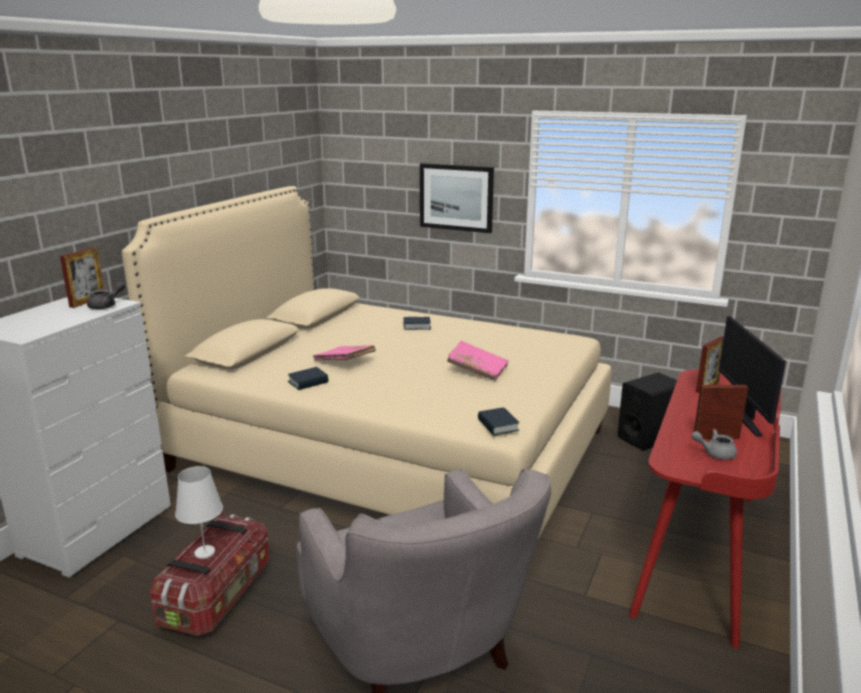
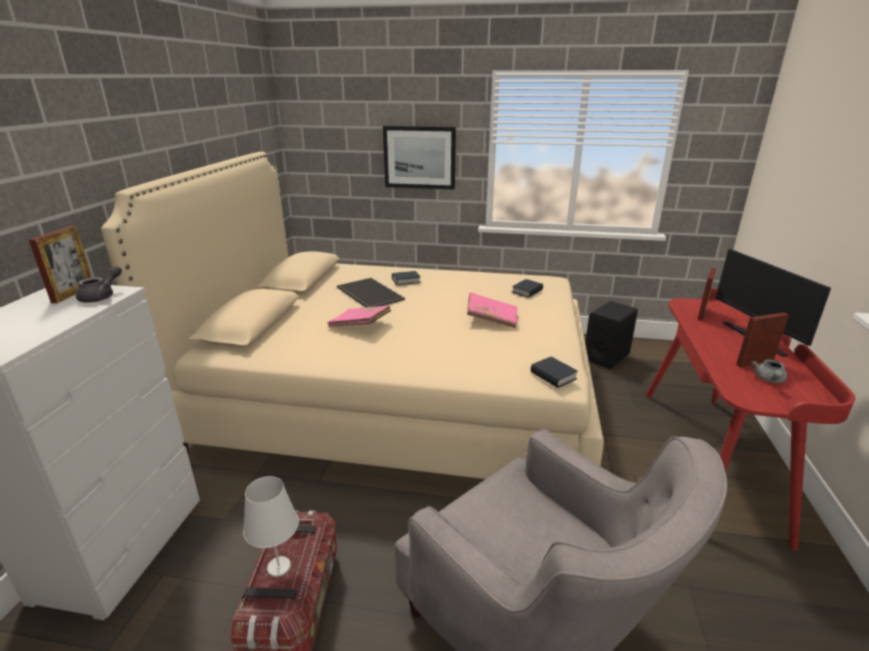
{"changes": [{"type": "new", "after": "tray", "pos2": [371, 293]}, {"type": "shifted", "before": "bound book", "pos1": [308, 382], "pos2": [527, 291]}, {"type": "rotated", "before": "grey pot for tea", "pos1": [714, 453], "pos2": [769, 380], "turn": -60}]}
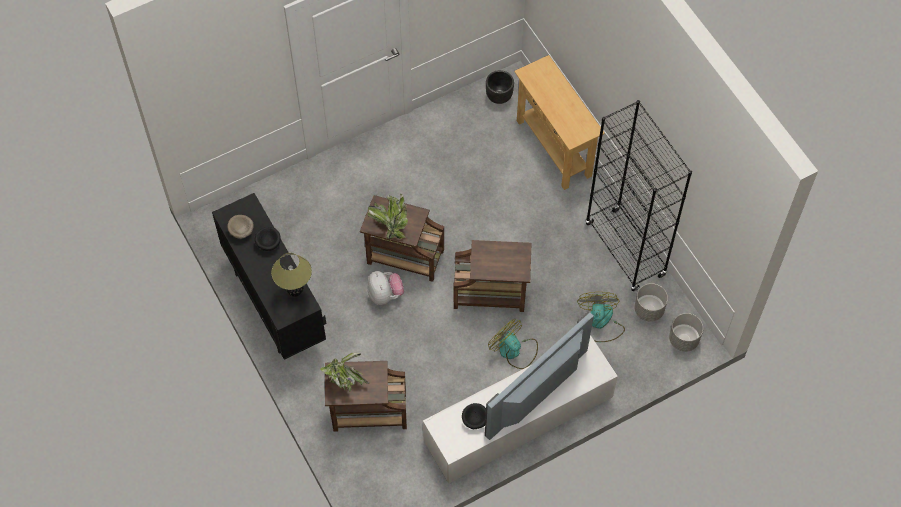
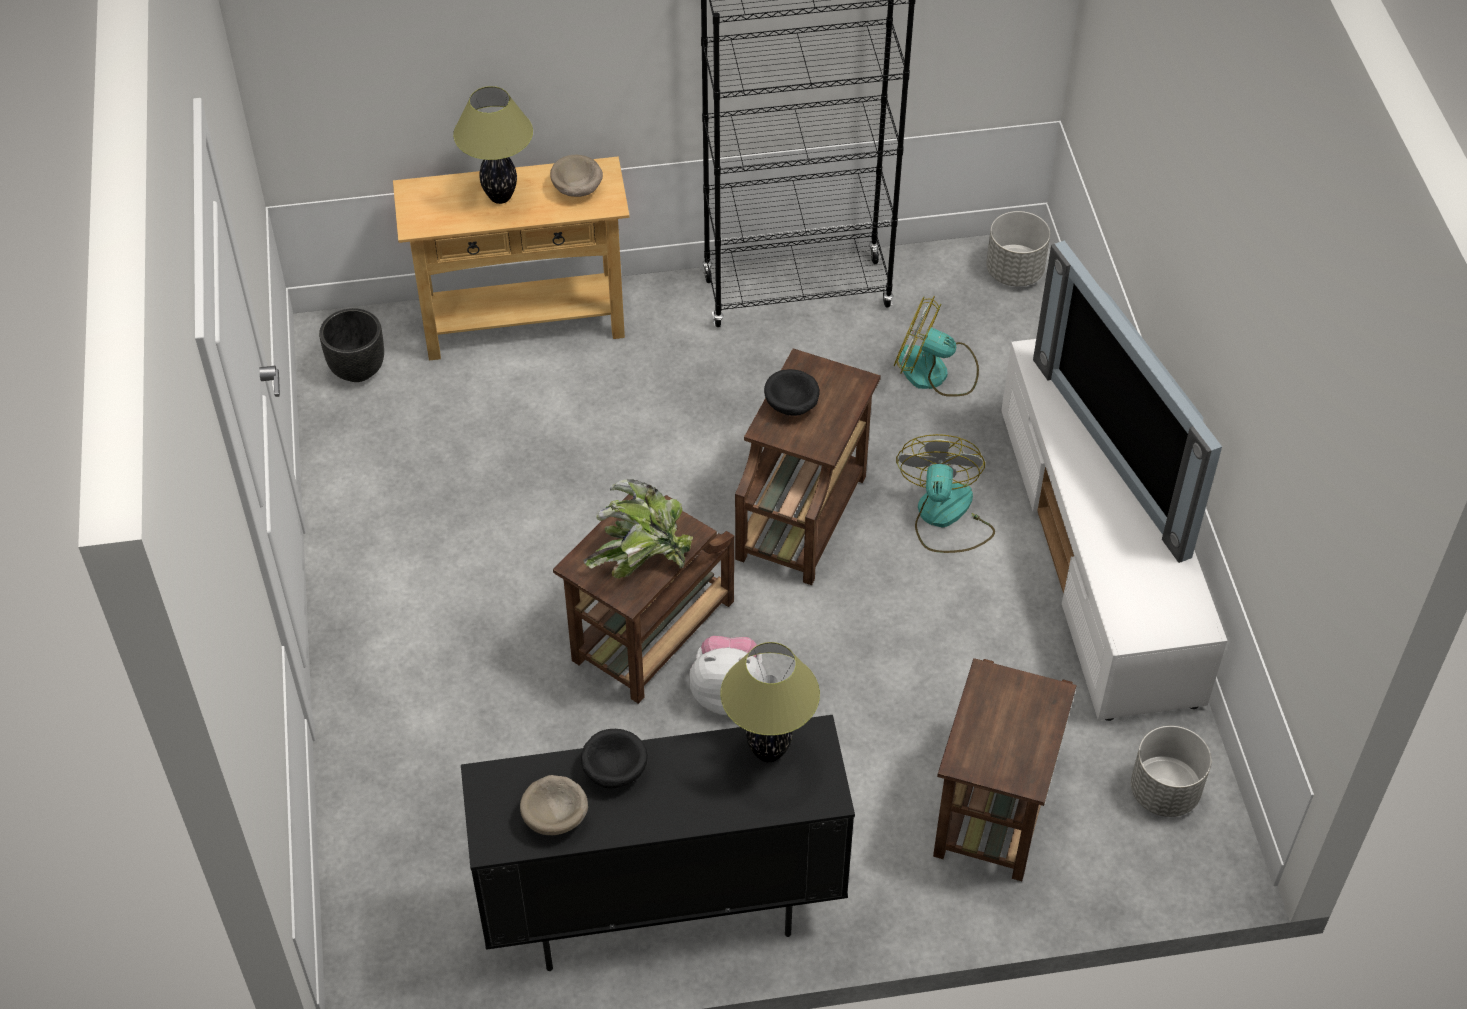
{"changes": [{"type": "gone", "before": "potted plant", "pos1": [344, 379]}, {"type": "new", "after": "table lamp", "pos2": [500, 196]}, {"type": "new", "after": "sand-coloured bowl", "pos2": [577, 190]}, {"type": "shifted", "before": "blackish bowl", "pos1": [474, 420], "pos2": [791, 406]}, {"type": "shifted", "before": "grey flower pot", "pos1": [648, 310], "pos2": [1164, 792]}, {"type": "rotated", "before": "fan", "pos1": [514, 351], "pos2": [944, 517], "turn": 120}]}
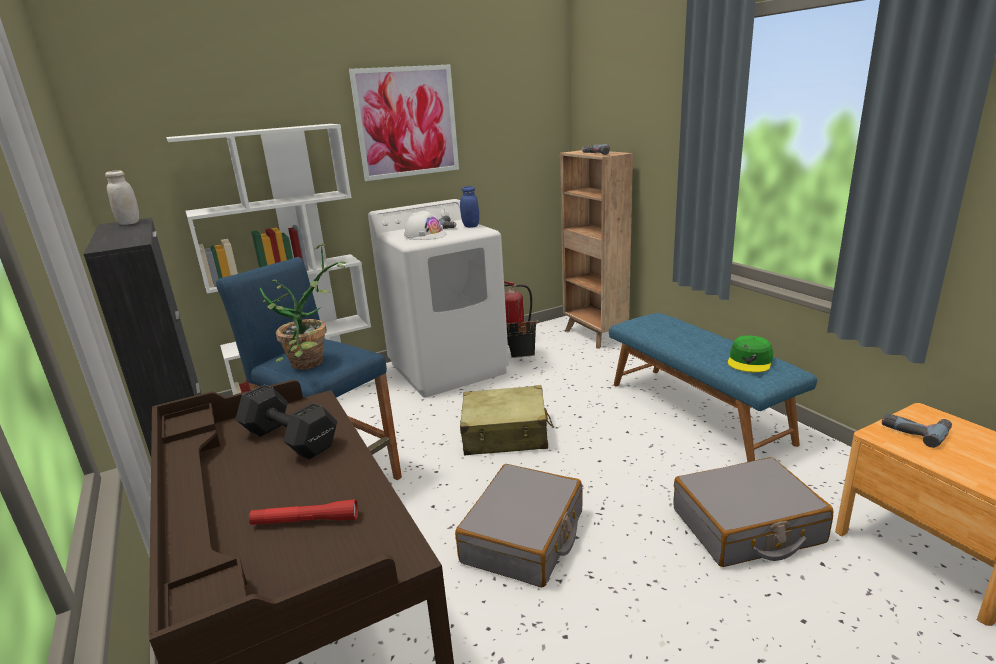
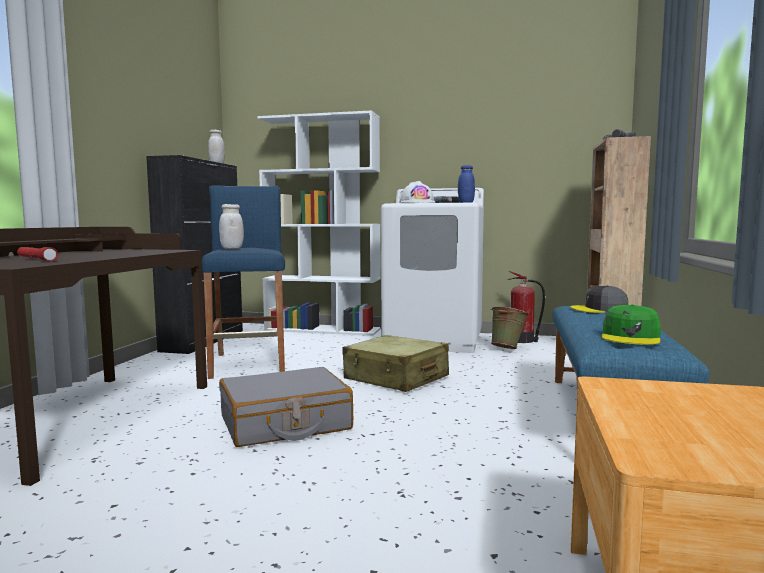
{"changes": [{"type": "gone", "before": "blackish free weight", "pos1": [289, 438]}, {"type": "gone", "before": "wall picture", "pos1": [407, 122]}, {"type": "gone", "before": "grey piece of luggage", "pos1": [747, 526]}, {"type": "gone", "before": "power drill", "pos1": [915, 430]}, {"type": "new", "after": "grey cap", "pos2": [599, 309]}, {"type": "swapped", "before": "potted plant", "after": "whitish preserve jar", "pos1": [314, 364], "pos2": [232, 248]}, {"type": "repainted", "before": "blackish water bucket", "after": "greenish water bucket", "pos1": [522, 356], "pos2": [508, 348]}, {"type": "rotated", "before": "greenish cap", "pos1": [750, 361], "pos2": [631, 337], "turn": -45}]}
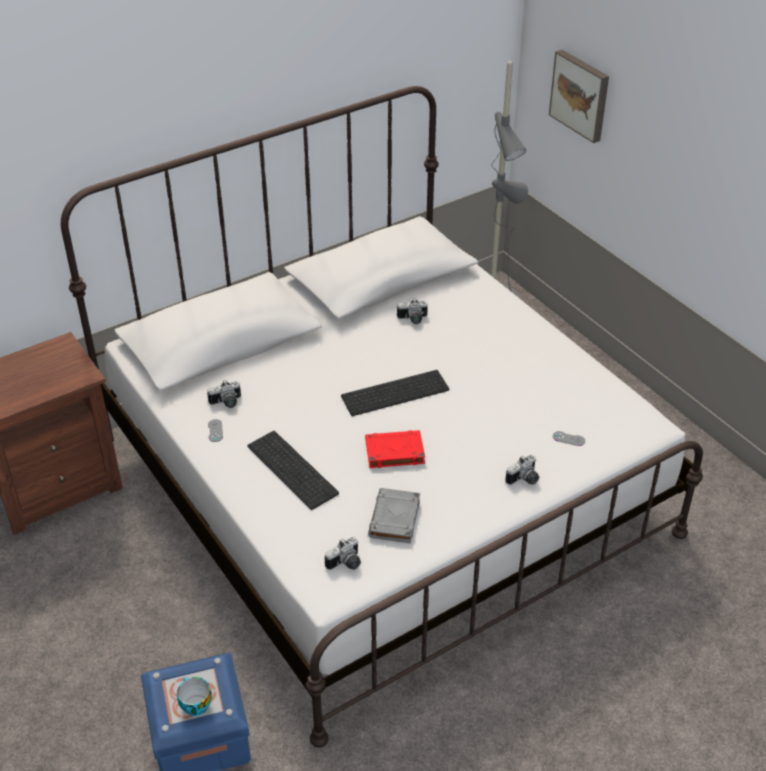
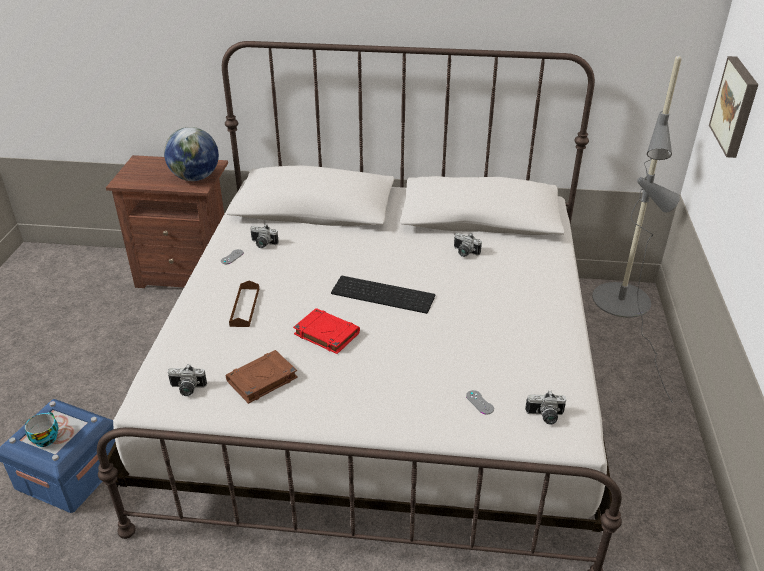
{"changes": [{"type": "new", "after": "globe", "pos2": [195, 178]}, {"type": "shifted", "before": "still camera", "pos1": [524, 480], "pos2": [545, 417]}, {"type": "swapped", "before": "keyboard", "after": "brownish tray", "pos1": [294, 469], "pos2": [245, 307]}, {"type": "repainted", "before": "grey bound book", "after": "brownish bound book", "pos1": [395, 519], "pos2": [261, 380]}]}
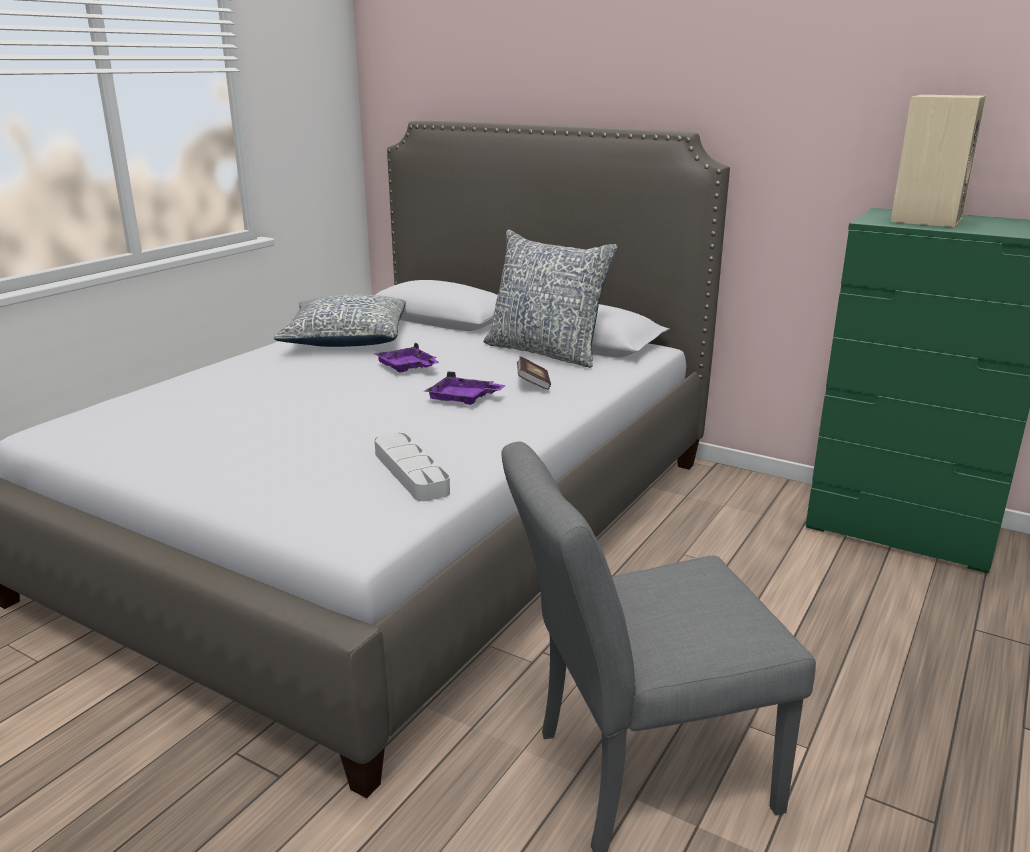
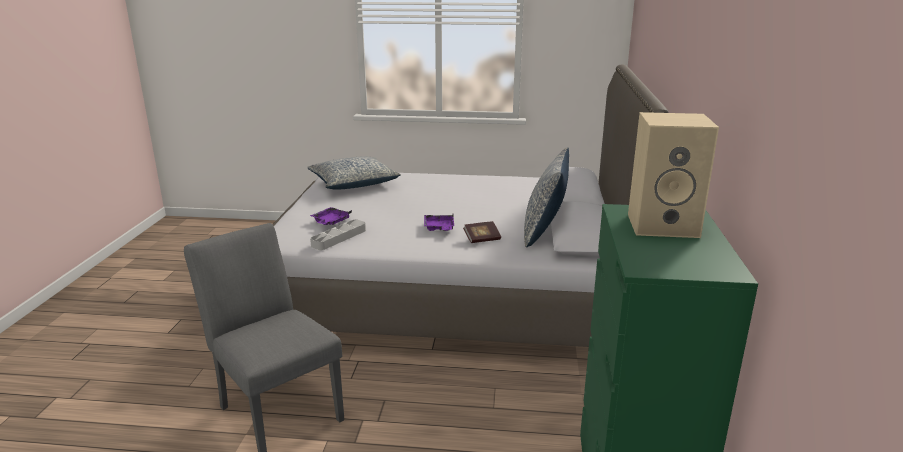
{"changes": [{"type": "shifted", "before": "pillow", "pos1": [346, 339], "pos2": [354, 183]}, {"type": "shifted", "before": "purple-coloured tray", "pos1": [407, 368], "pos2": [330, 222]}]}
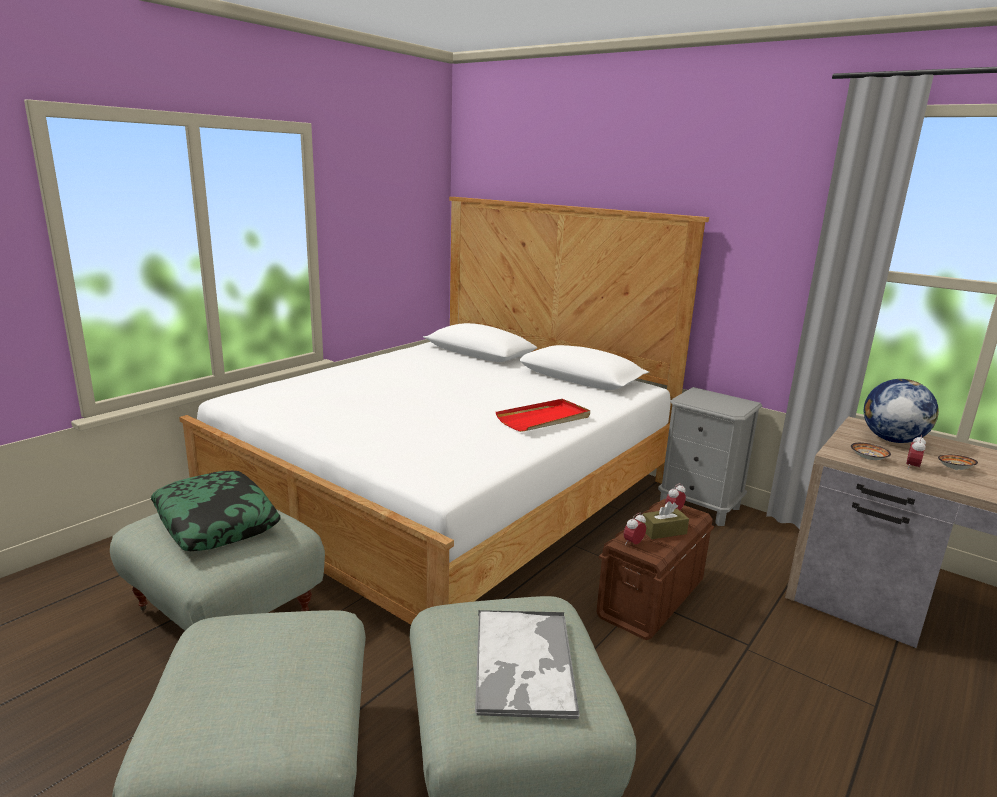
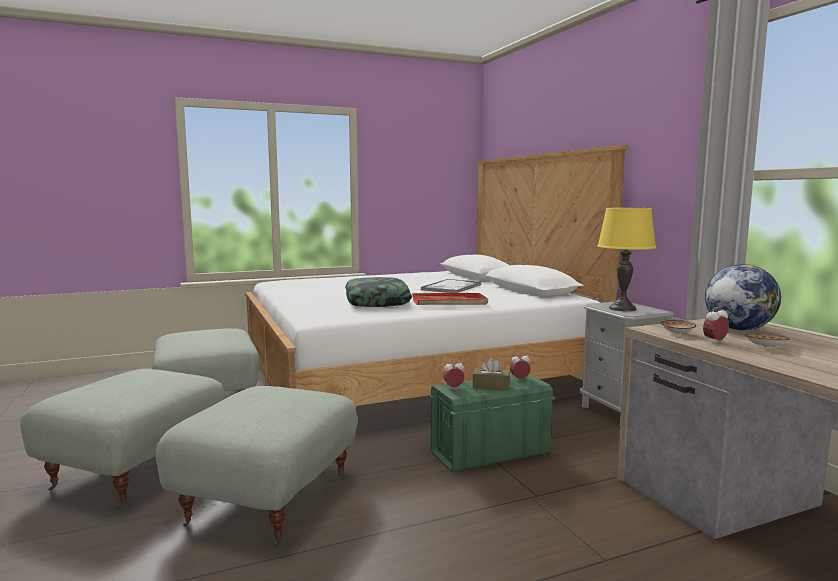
{"changes": [{"type": "new", "after": "yellow table lamp", "pos2": [622, 308]}, {"type": "shifted", "before": "pillow", "pos1": [216, 522], "pos2": [377, 302]}, {"type": "shifted", "before": "tray", "pos1": [524, 663], "pos2": [451, 287]}, {"type": "repainted", "before": "brownish storage container", "after": "greenish storage container", "pos1": [650, 599], "pos2": [489, 453]}]}
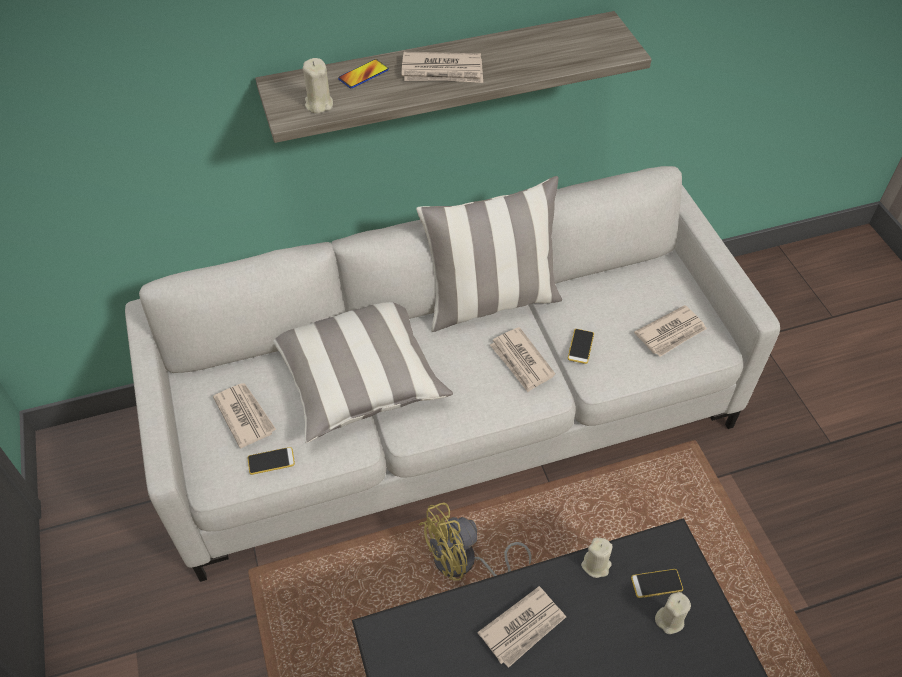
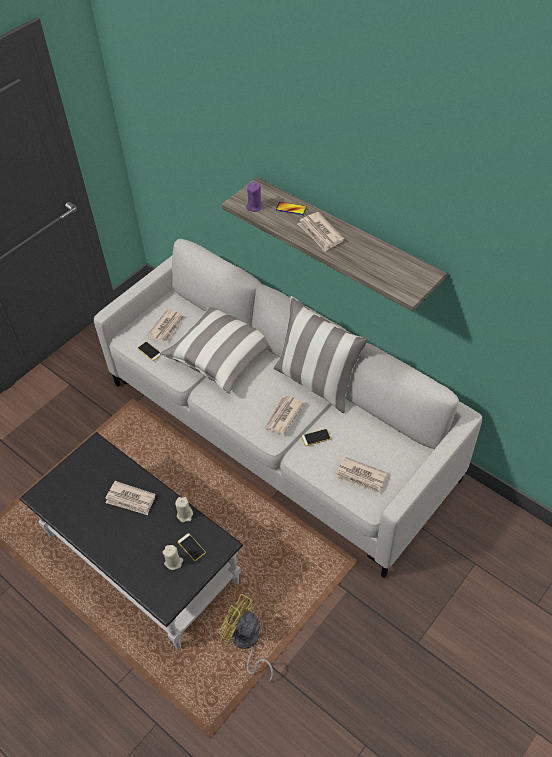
{"changes": [{"type": "shifted", "before": "yellow fan", "pos1": [464, 563], "pos2": [246, 642]}, {"type": "repainted", "before": "sand-coloured candle", "after": "purple-coloured candle", "pos1": [318, 104], "pos2": [254, 206]}]}
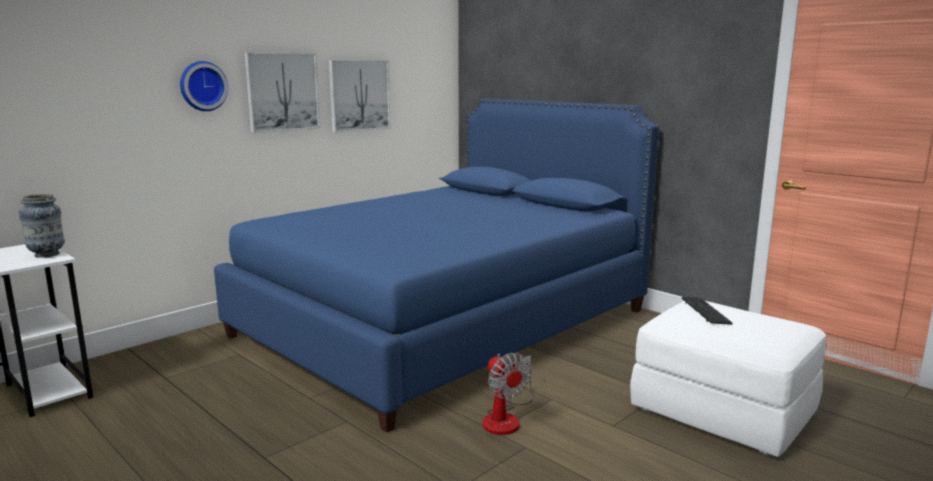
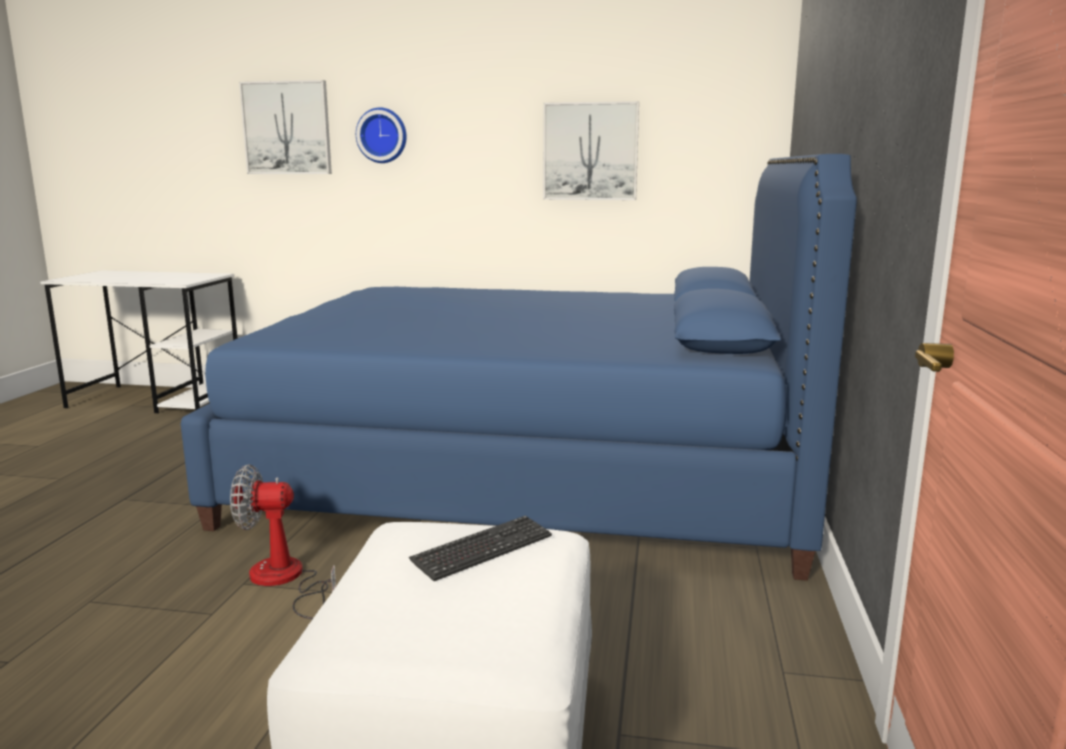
{"changes": [{"type": "gone", "before": "vase", "pos1": [47, 254]}, {"type": "shifted", "before": "wall picture", "pos1": [282, 92], "pos2": [287, 128]}, {"type": "rotated", "before": "fan", "pos1": [506, 418], "pos2": [284, 580], "turn": 60}]}
